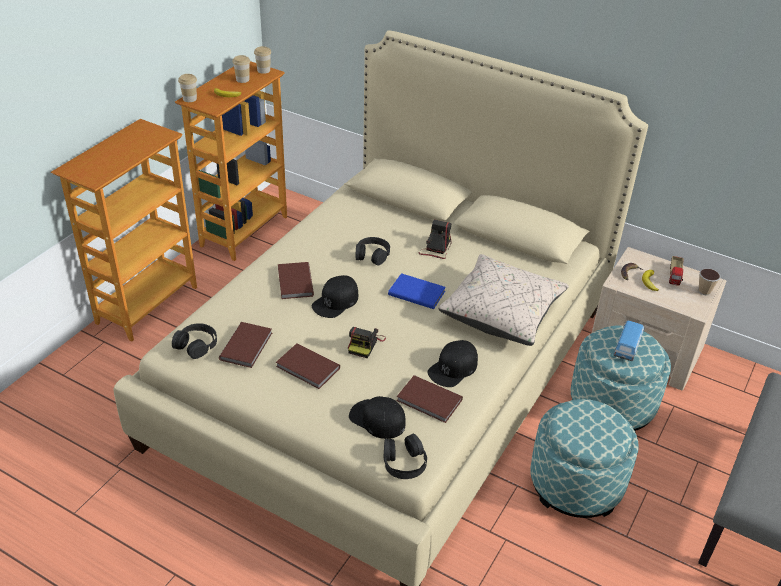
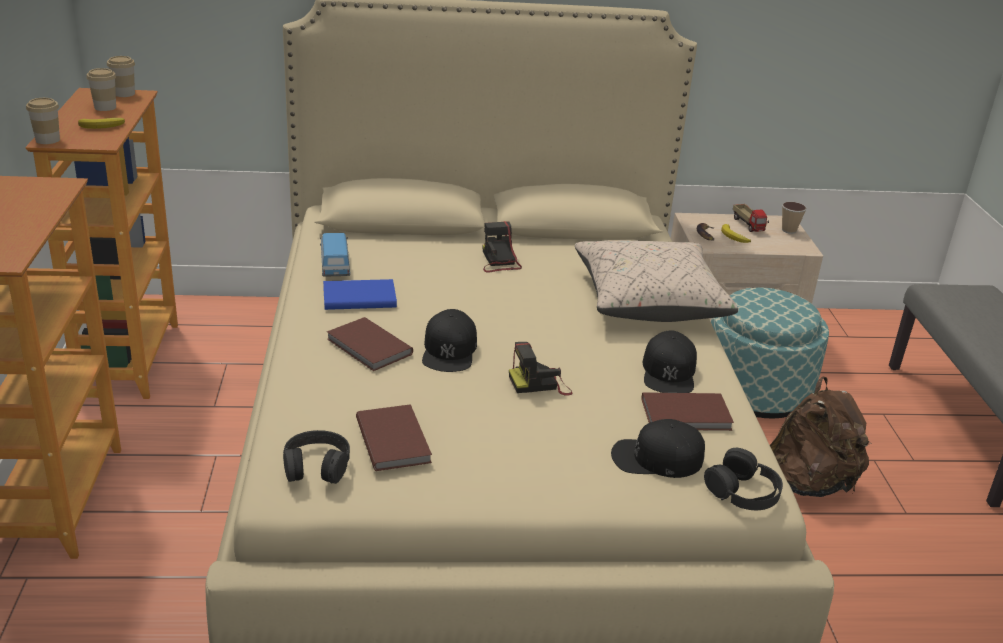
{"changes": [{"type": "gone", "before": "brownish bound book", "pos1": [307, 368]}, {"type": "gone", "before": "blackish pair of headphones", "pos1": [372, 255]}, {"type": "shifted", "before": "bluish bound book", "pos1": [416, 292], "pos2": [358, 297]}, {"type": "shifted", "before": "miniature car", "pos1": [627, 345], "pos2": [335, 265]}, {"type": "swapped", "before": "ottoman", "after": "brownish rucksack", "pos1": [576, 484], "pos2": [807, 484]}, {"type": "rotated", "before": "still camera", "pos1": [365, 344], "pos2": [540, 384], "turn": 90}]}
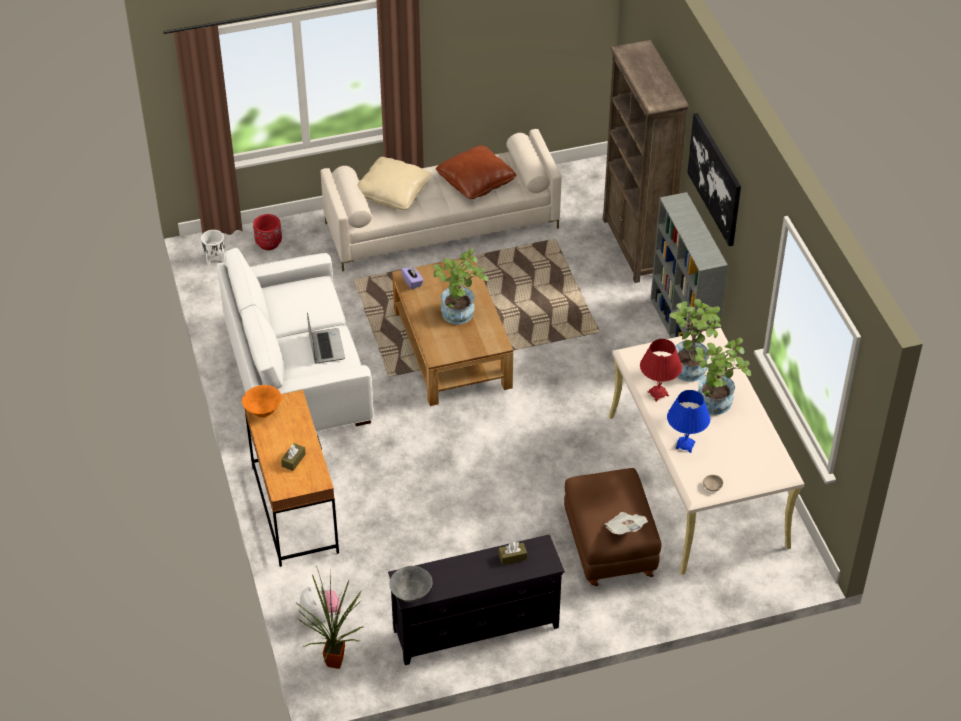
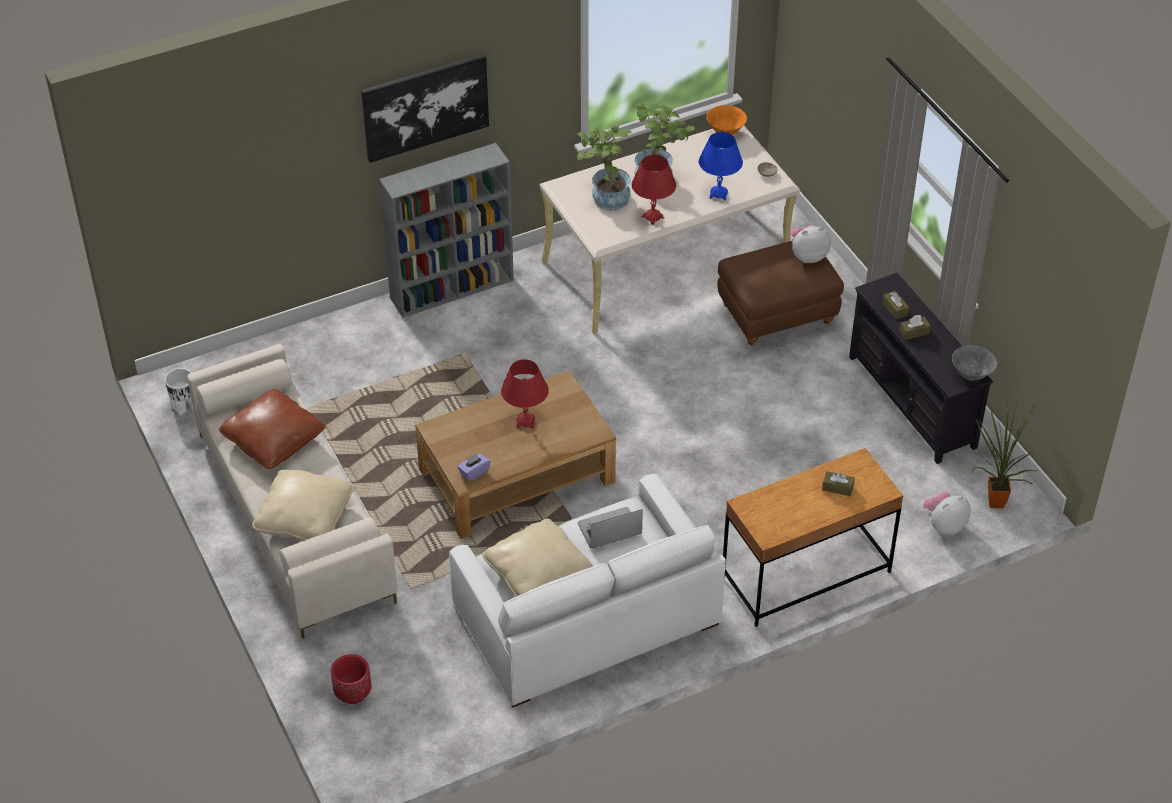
{"changes": [{"type": "gone", "before": "brownish bookshelf", "pos1": [636, 247]}, {"type": "new", "after": "sand-coloured pillow", "pos2": [538, 573]}, {"type": "new", "after": "brownish tissue holder", "pos2": [914, 332]}, {"type": "shifted", "before": "whitish flower pot", "pos1": [215, 259], "pos2": [183, 404]}, {"type": "shifted", "before": "orangey bowl", "pos1": [263, 411], "pos2": [726, 132]}, {"type": "swapped", "before": "potted plant", "after": "reddish table lamp", "pos1": [459, 316], "pos2": [525, 422]}, {"type": "swapped", "before": "daily paper", "after": "soft toy", "pos1": [625, 529], "pos2": [808, 256]}]}
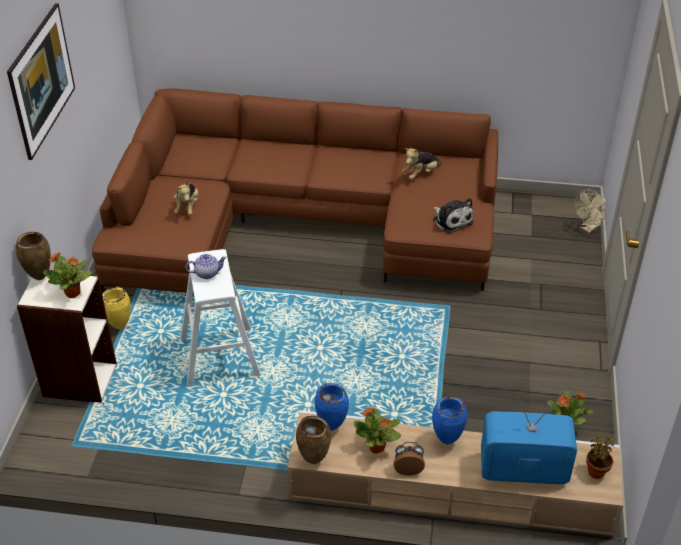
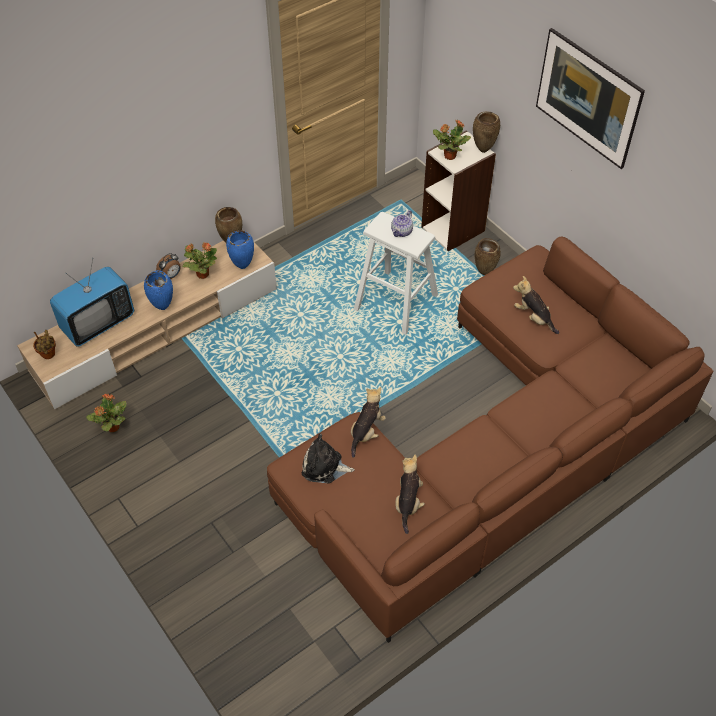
{"changes": [{"type": "gone", "before": "sand-coloured fan", "pos1": [588, 228]}, {"type": "new", "after": "soft toy", "pos2": [366, 432]}, {"type": "repainted", "before": "yellow vase", "after": "brownish vase", "pos1": [119, 326], "pos2": [485, 273]}]}
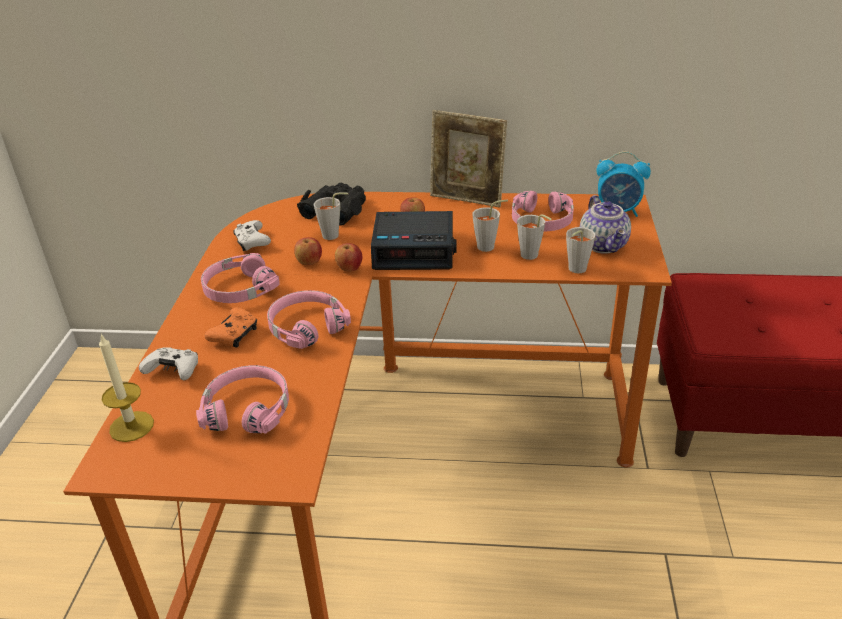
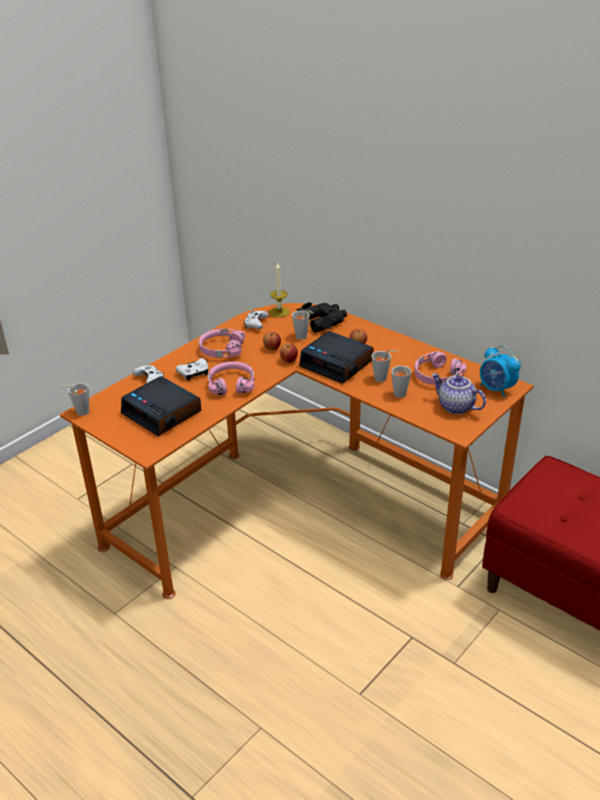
{"changes": [{"type": "gone", "before": "picture frame", "pos1": [467, 200]}, {"type": "shifted", "before": "candle", "pos1": [131, 426], "pos2": [279, 312]}, {"type": "shifted", "before": "grey cup", "pos1": [575, 270], "pos2": [79, 412]}, {"type": "swapped", "before": "pink-coloured pair of headphones", "after": "table clock", "pos1": [248, 409], "pos2": [163, 413]}, {"type": "repainted", "before": "orangey joypad", "after": "whitish joypad", "pos1": [235, 335], "pos2": [194, 373]}, {"type": "rotated", "before": "pot for tea", "pos1": [604, 245], "pos2": [455, 407], "turn": 105}]}
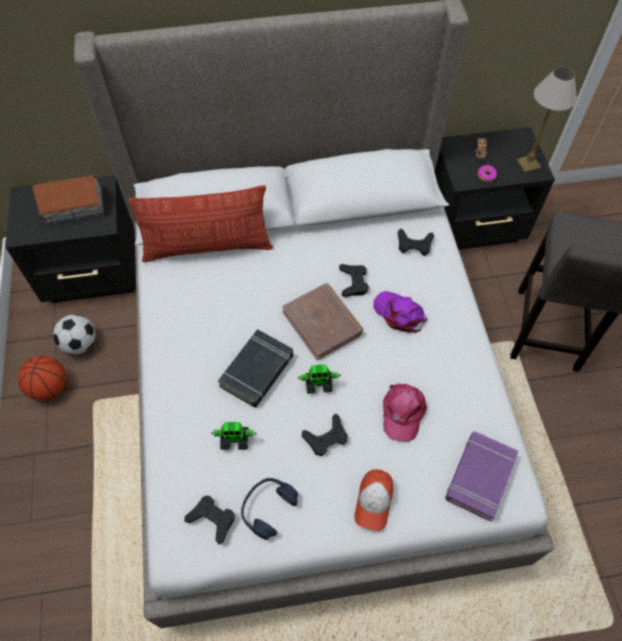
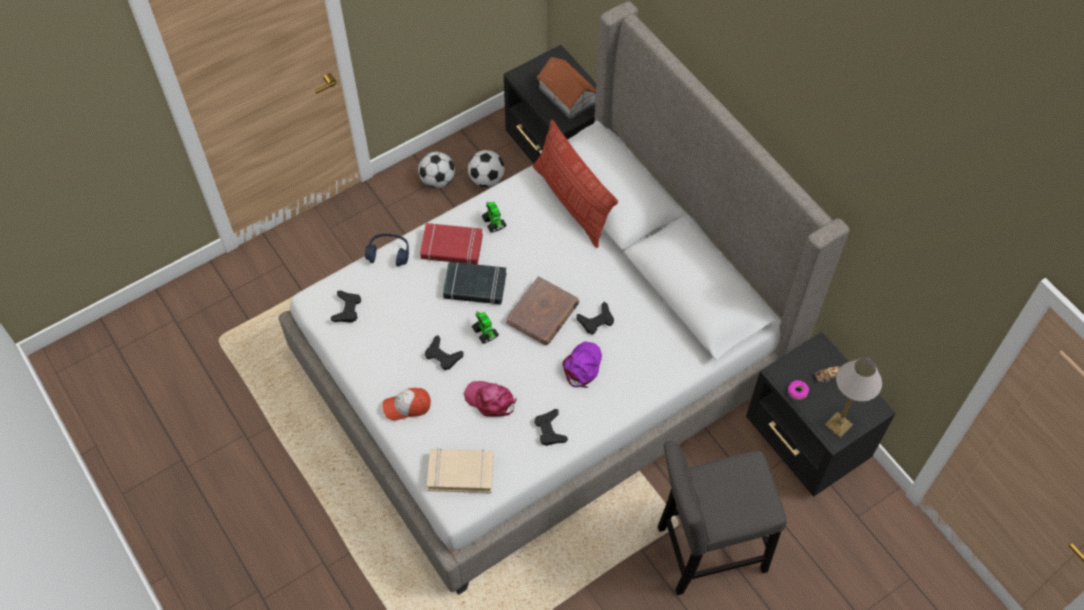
{"changes": [{"type": "new", "after": "reddish bound book", "pos2": [451, 247]}, {"type": "shifted", "before": "robot figure", "pos1": [235, 440], "pos2": [494, 223]}, {"type": "shifted", "before": "bluish pair of headphones", "pos1": [268, 508], "pos2": [388, 253]}, {"type": "shifted", "before": "blackish joypad", "pos1": [414, 245], "pos2": [550, 430]}, {"type": "swapped", "before": "ball for basketball", "after": "football", "pos1": [49, 388], "pos2": [437, 180]}, {"type": "repainted", "before": "purple-coloured bound book", "after": "sand-coloured bound book", "pos1": [479, 477], "pos2": [460, 472]}, {"type": "rotated", "before": "pink-coloured cap", "pos1": [402, 412], "pos2": [490, 400], "turn": 45}]}
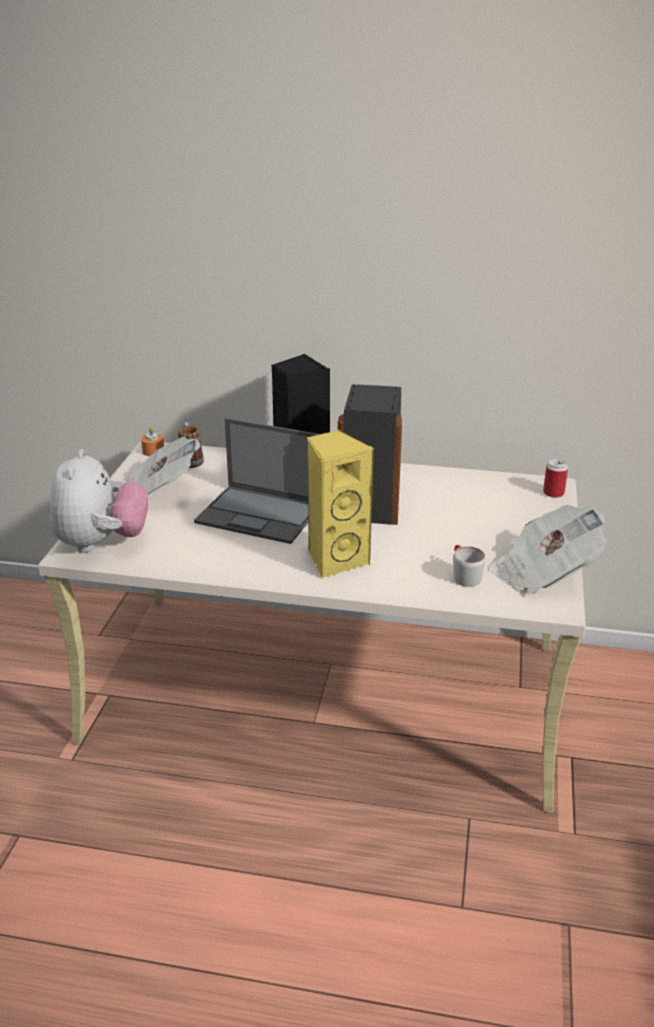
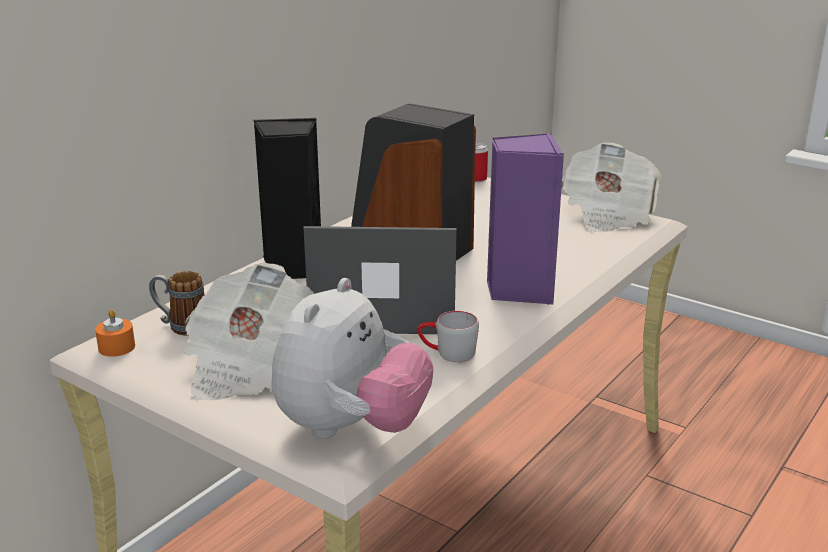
{"changes": [{"type": "shifted", "before": "grey tea mug", "pos1": [463, 575], "pos2": [447, 353]}, {"type": "repainted", "before": "yellow audio speaker", "after": "purple-coloured audio speaker", "pos1": [336, 559], "pos2": [519, 290]}, {"type": "rotated", "before": "soft toy", "pos1": [101, 543], "pos2": [351, 428], "turn": 90}, {"type": "rotated", "before": "laptop", "pos1": [260, 514], "pos2": [382, 309], "turn": -135}]}
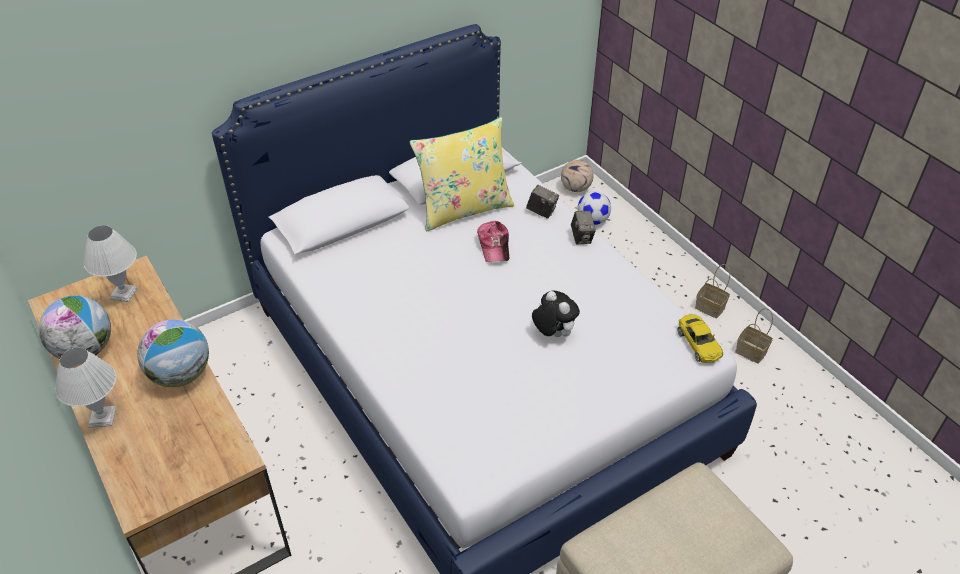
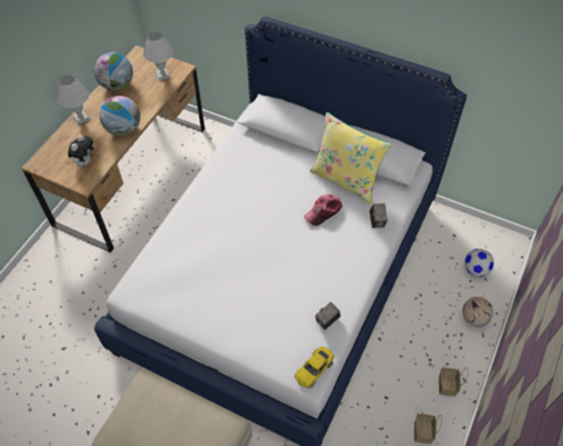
{"changes": [{"type": "shifted", "before": "soft toy", "pos1": [553, 333], "pos2": [85, 161]}, {"type": "shifted", "before": "football", "pos1": [575, 188], "pos2": [474, 317]}, {"type": "shifted", "before": "still camera", "pos1": [582, 237], "pos2": [327, 321]}]}
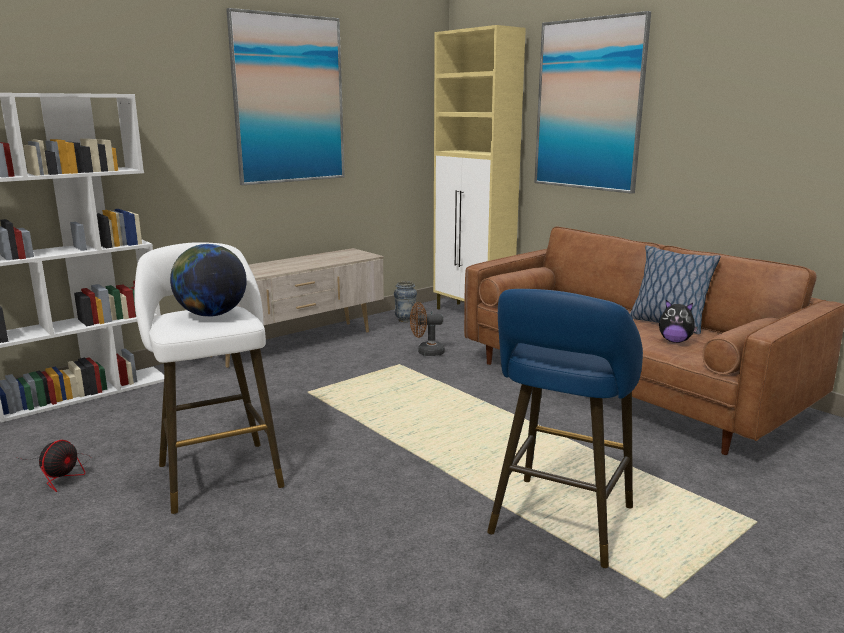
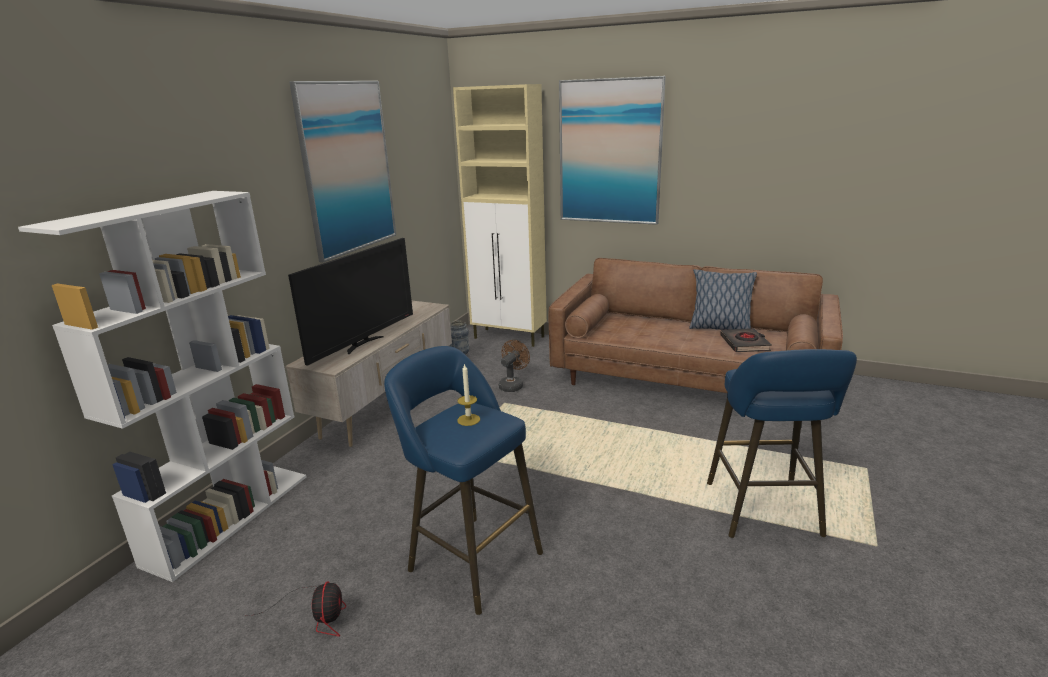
{"changes": [{"type": "new", "after": "TV", "pos2": [363, 344]}, {"type": "swapped", "before": "globe", "after": "candle", "pos1": [211, 314], "pos2": [468, 420]}, {"type": "swapped", "before": "soft toy", "after": "blackish bound book", "pos1": [675, 341], "pos2": [745, 344]}, {"type": "repainted", "before": "whitish stool", "after": "bluish stool", "pos1": [218, 472], "pos2": [470, 558]}, {"type": "rotated", "before": "brownish fan", "pos1": [426, 352], "pos2": [513, 385], "turn": 150}]}
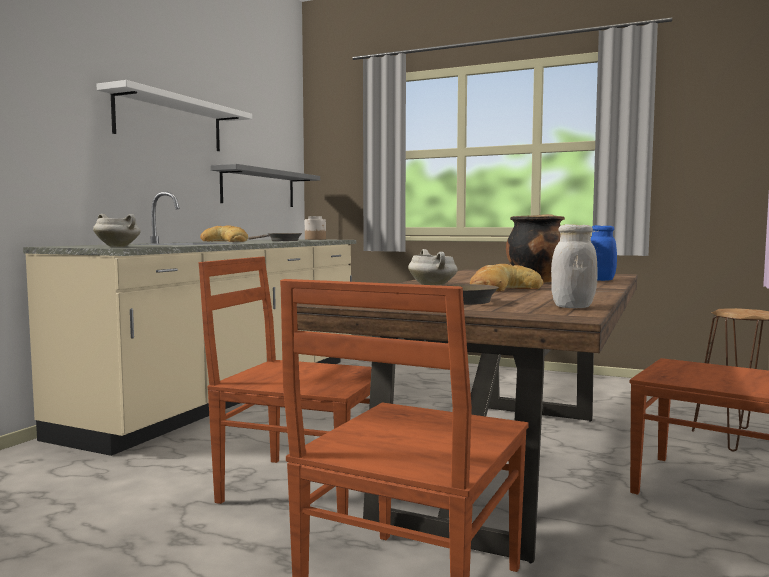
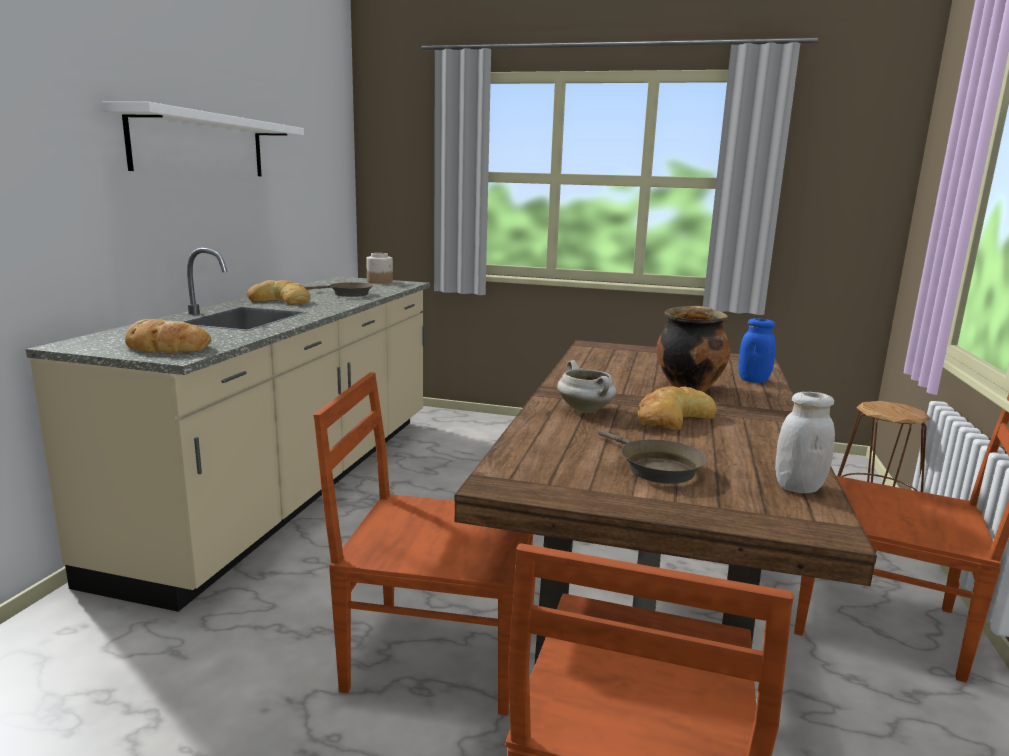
{"changes": [{"type": "gone", "before": "grey wall shelf", "pos1": [258, 188]}, {"type": "swapped", "before": "whitish stockpot", "after": "bakery bread", "pos1": [118, 246], "pos2": [165, 347]}]}
